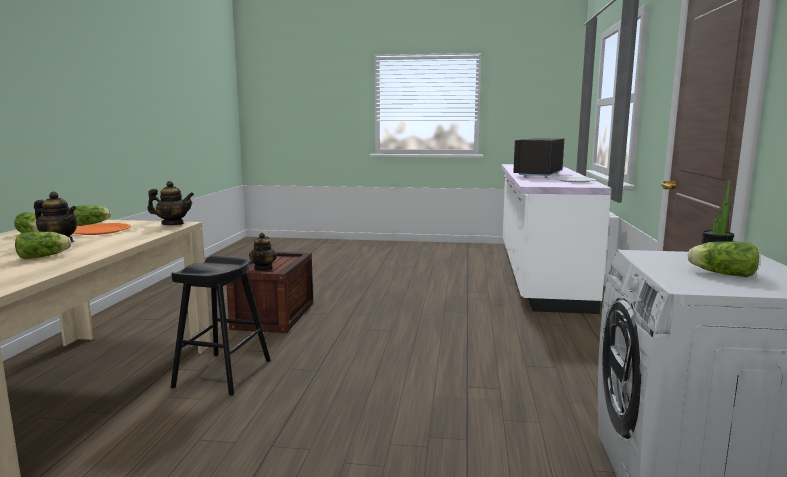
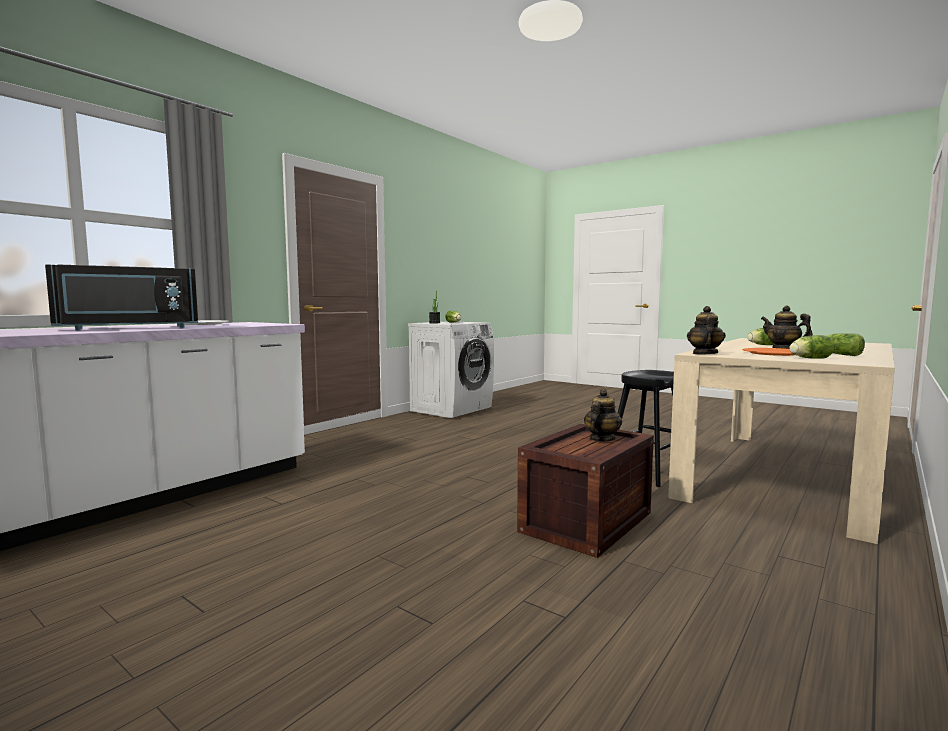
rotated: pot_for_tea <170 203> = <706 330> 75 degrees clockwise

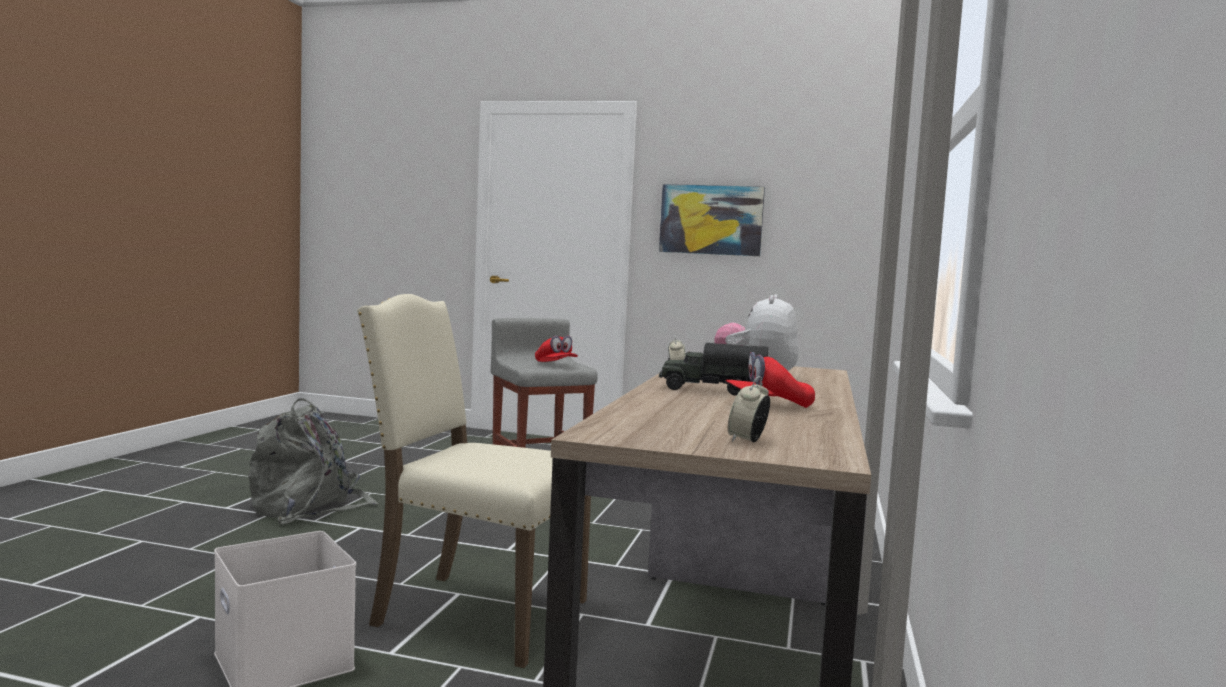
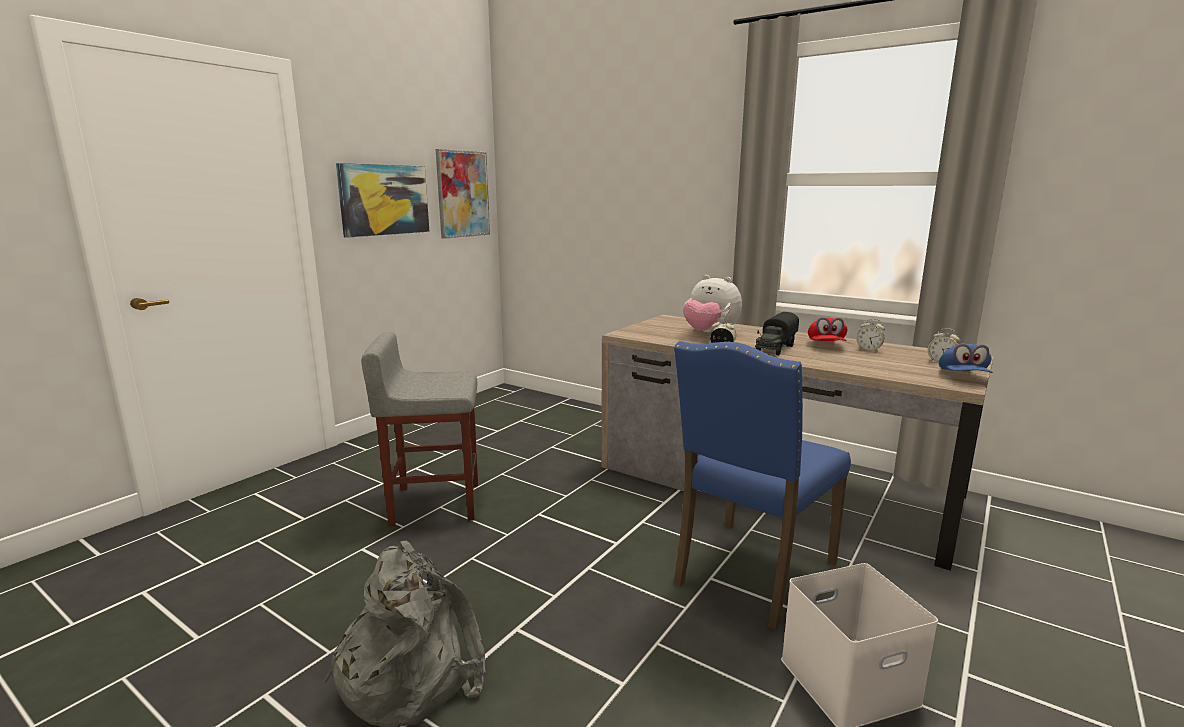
gone: reddish_peaked_cap <556 349>
new: wall_picture <463 194>; bedside_clock <871 335>; blue_peaked_cap <966 358>
repainted: beige-coloured_plain_chair <474 481> to blue_plain_chair <762 485>

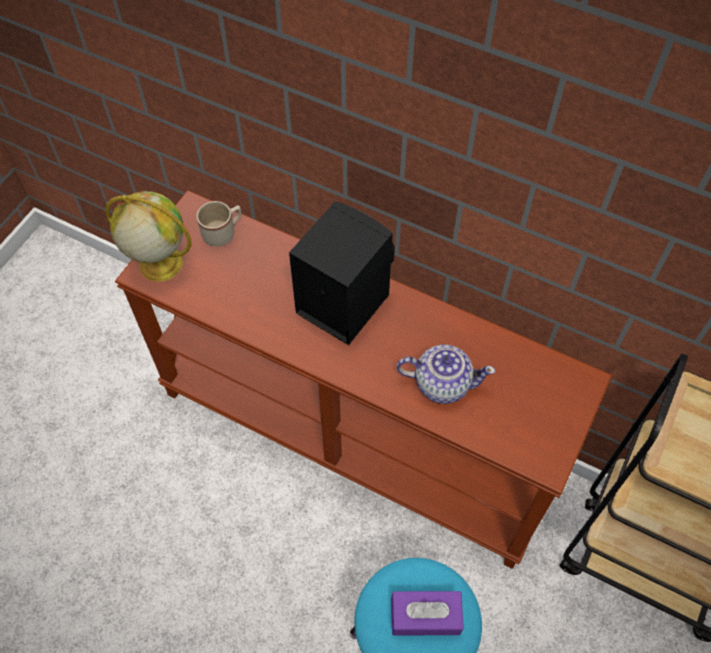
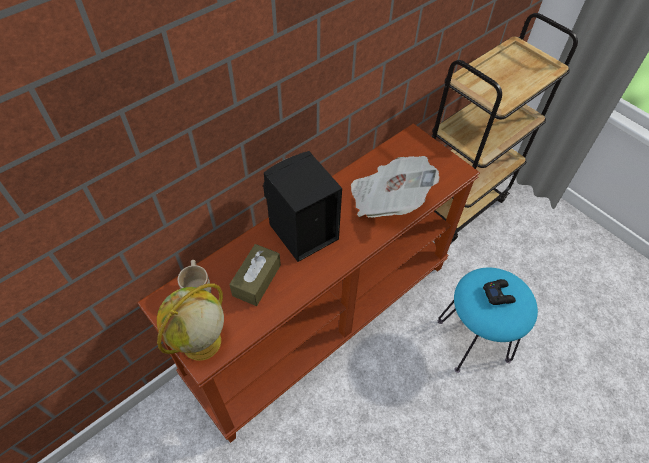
new: brown-coloured_tissue_holder <255 275>
swapped: purple_tissue_holder <427 613> to black-coloured_game_controller <499 292>; pot_for_tea <446 374> to printed_paper <395 186>

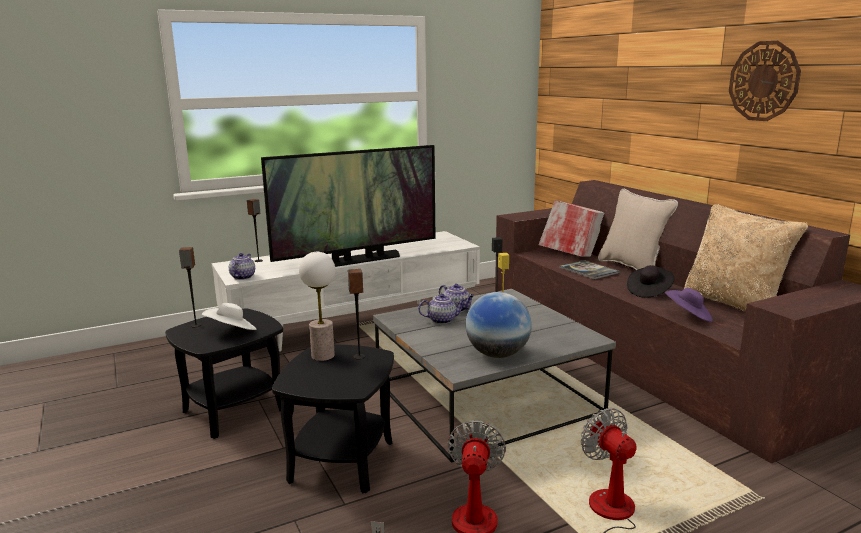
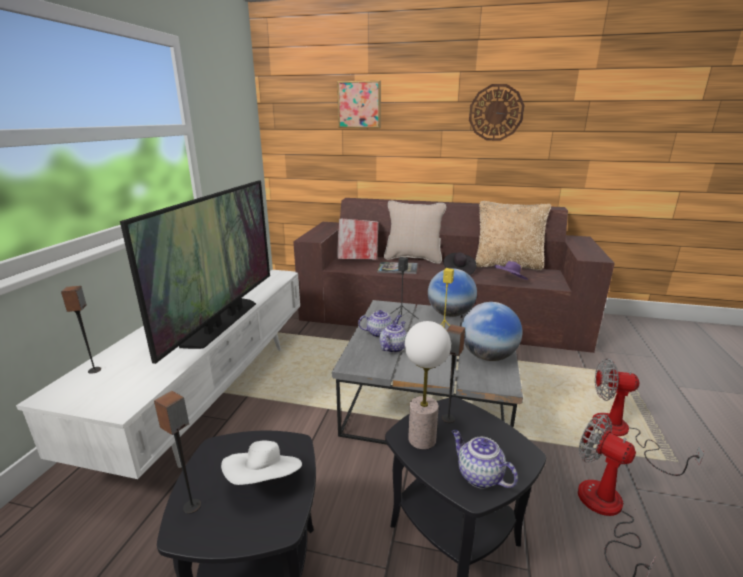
new: wall_picture <359 104>; globe <452 292>
shifted: pot_for_tea <242 266> to <485 459>

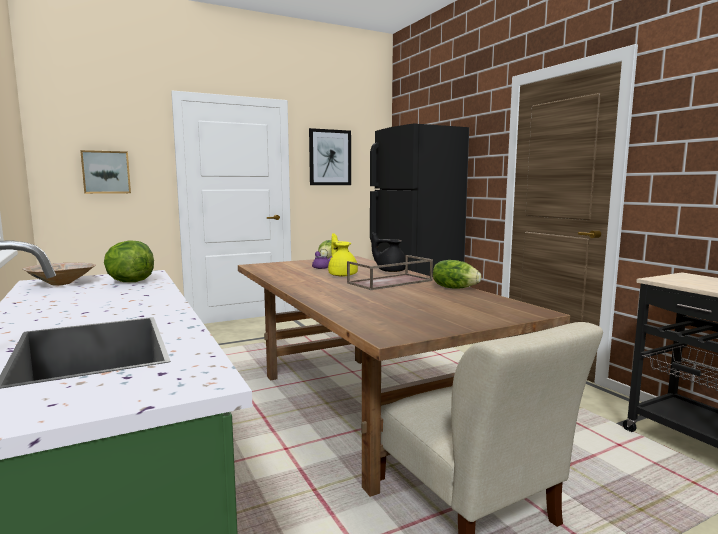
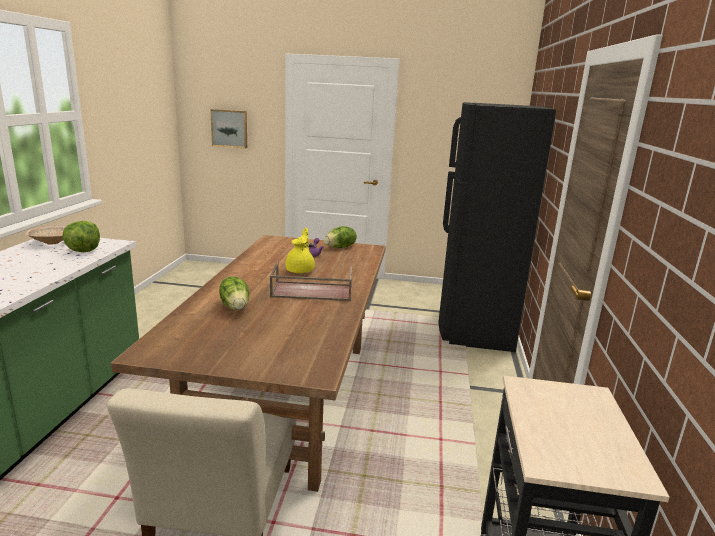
gone: wall_picture <330 156>; black-coloured_pot_for_tea <389 252>
shifted: lettuce_head <457 274> to <234 293>

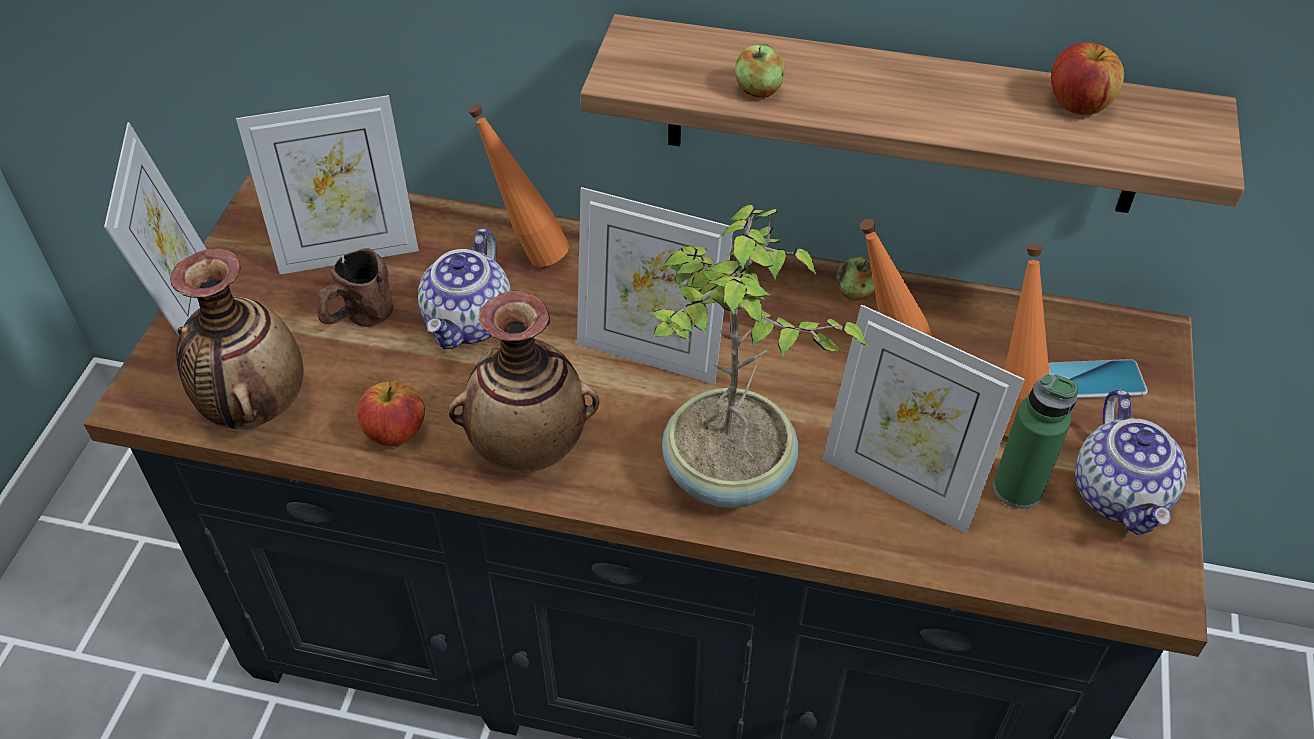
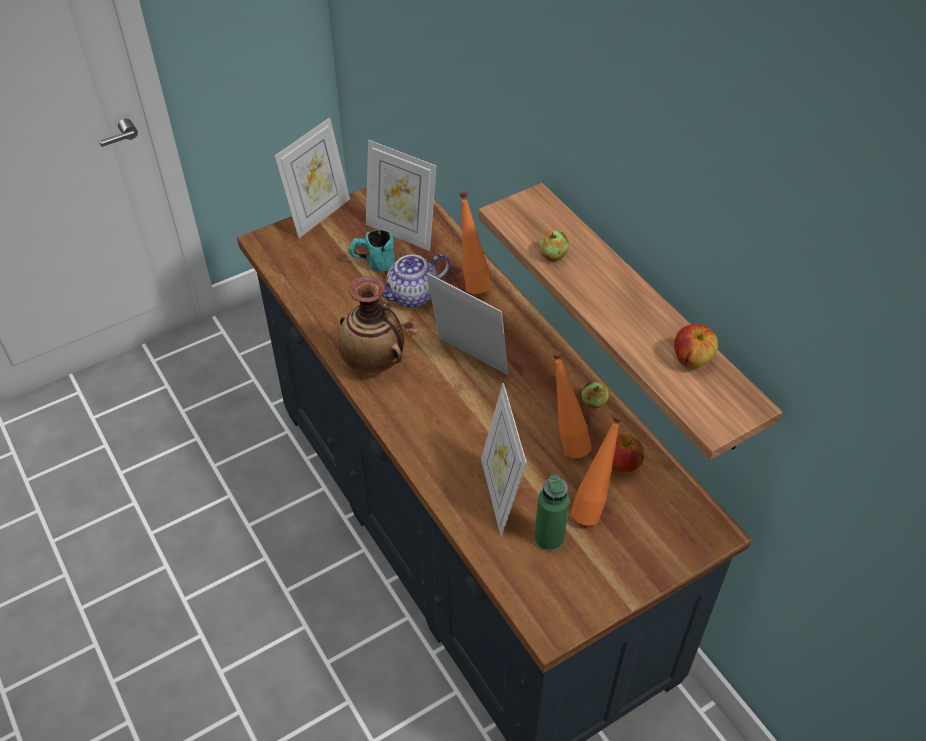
gone: vase <237 338>; potted_plant <760 356>; phone <1098 378>; pot_for_tea <1131 462>
shifted: whole_apple <390 414> to <628 453>
repainted: brown-coloured_mug <355 287> to turquoise-coloured_mug <371 251>
rotated: standing_frame <655 285> = <467 324> 150 degrees clockwise

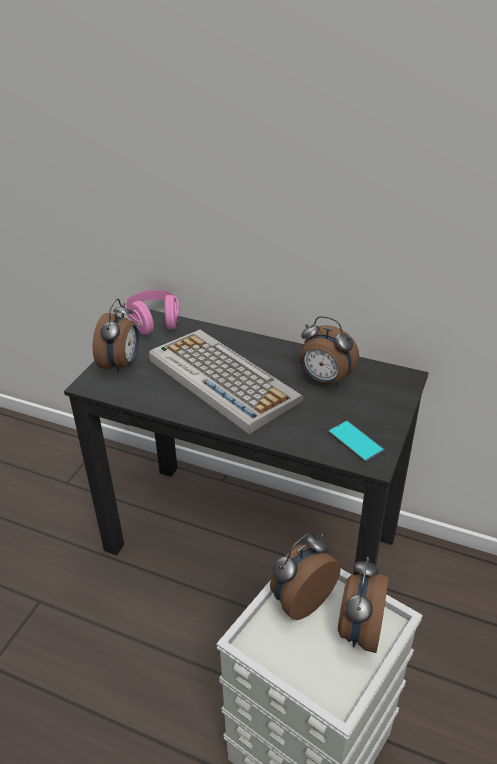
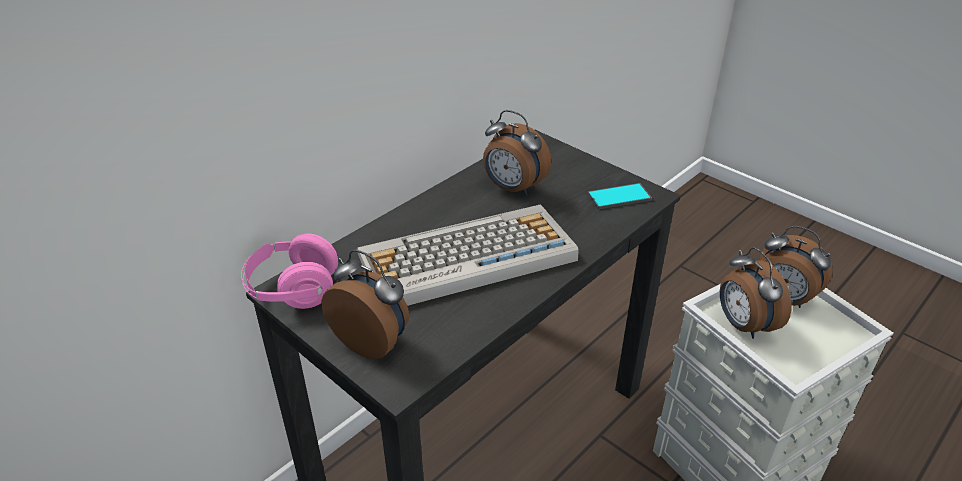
rotated: bedside_clock <329 351> = <517 153> 75 degrees clockwise

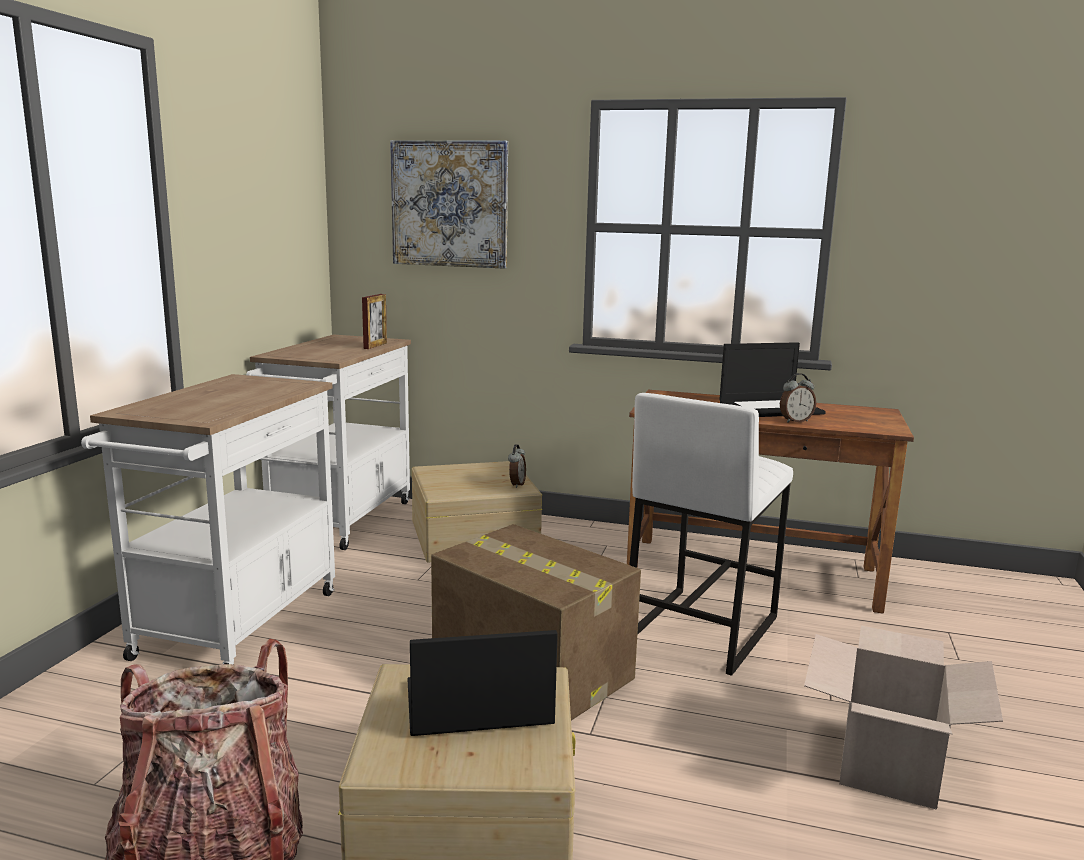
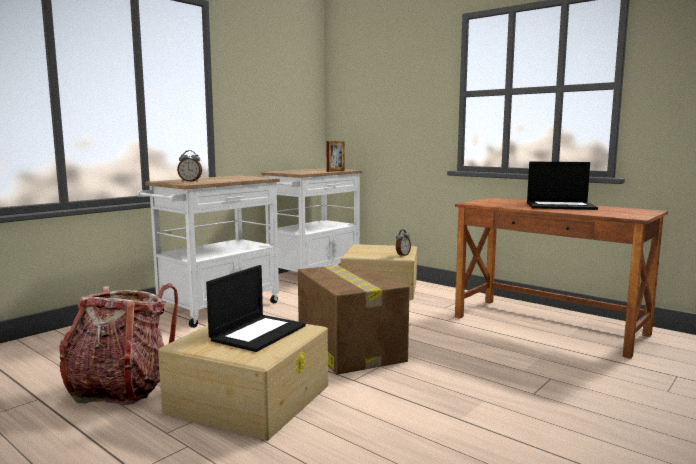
gone: wall_picture <449 204>; white-coloured_sitting_stool <711 534>; packing_box <903 718>
shifted: bedside_clock <798 398> to <189 165>
rotated: laptop <483 683> = <256 308> 105 degrees clockwise

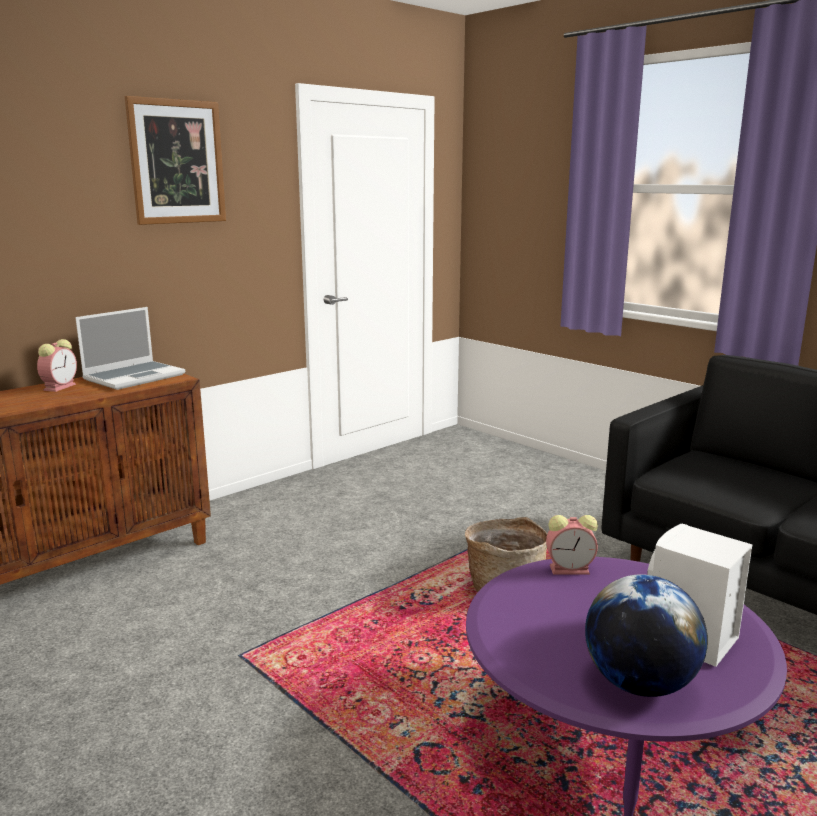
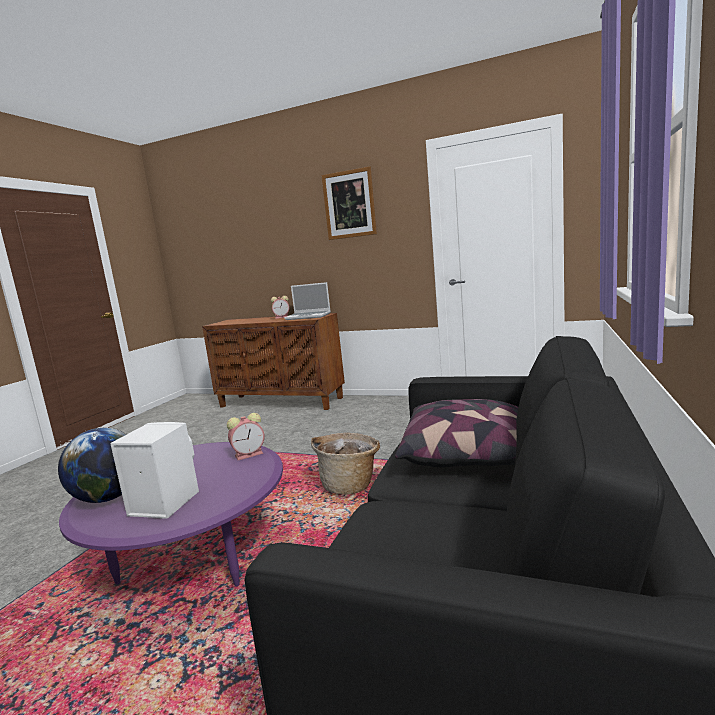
new: throw_pillow <456 433>
rotated: bedside_clock <572 545> = <246 436> 90 degrees counterclockwise

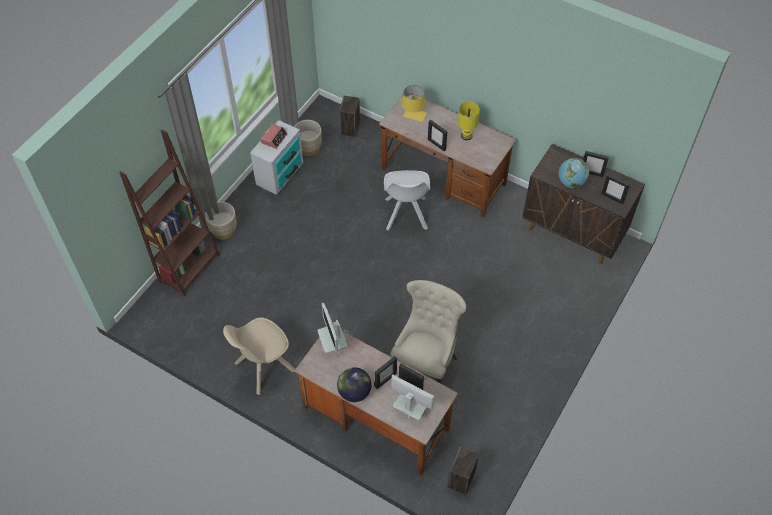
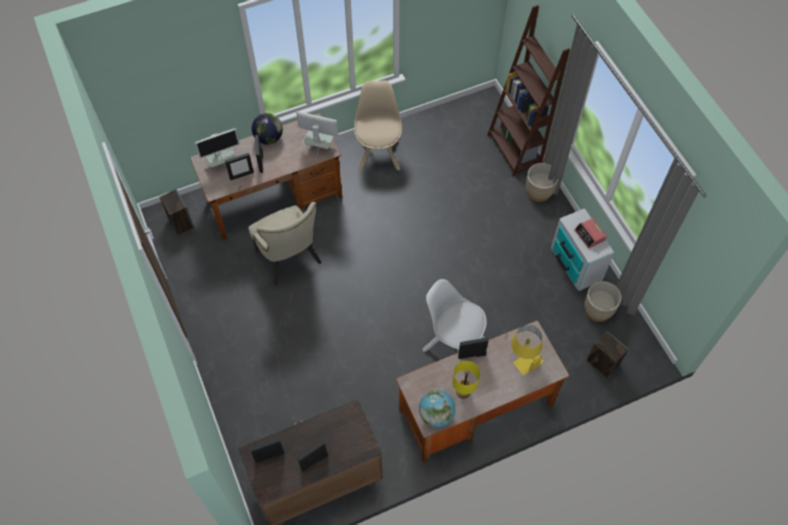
shifted: globe <574 173> to <437 408>

